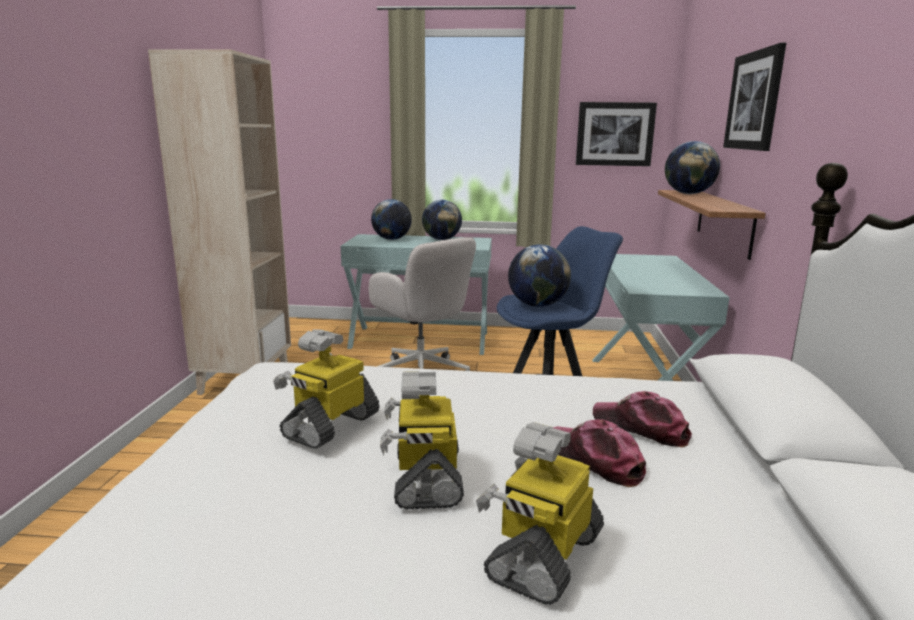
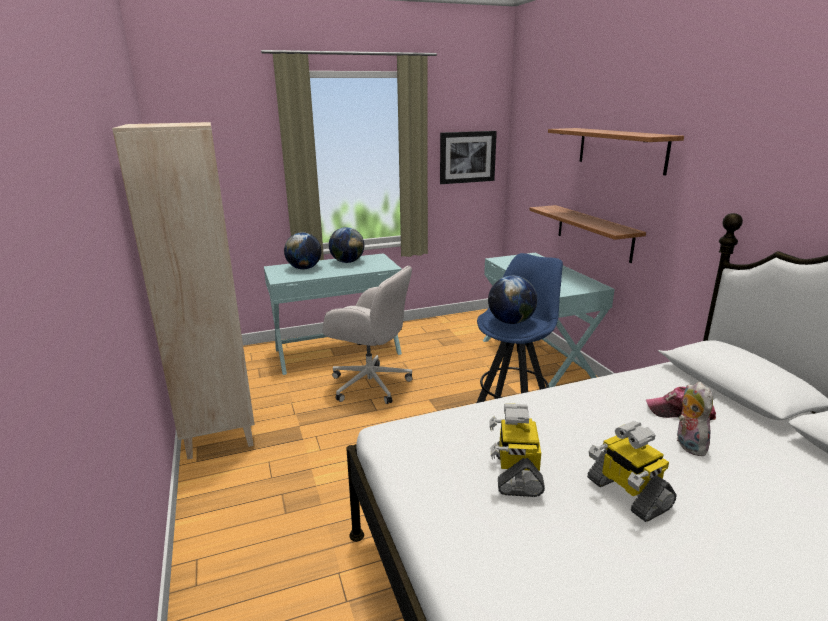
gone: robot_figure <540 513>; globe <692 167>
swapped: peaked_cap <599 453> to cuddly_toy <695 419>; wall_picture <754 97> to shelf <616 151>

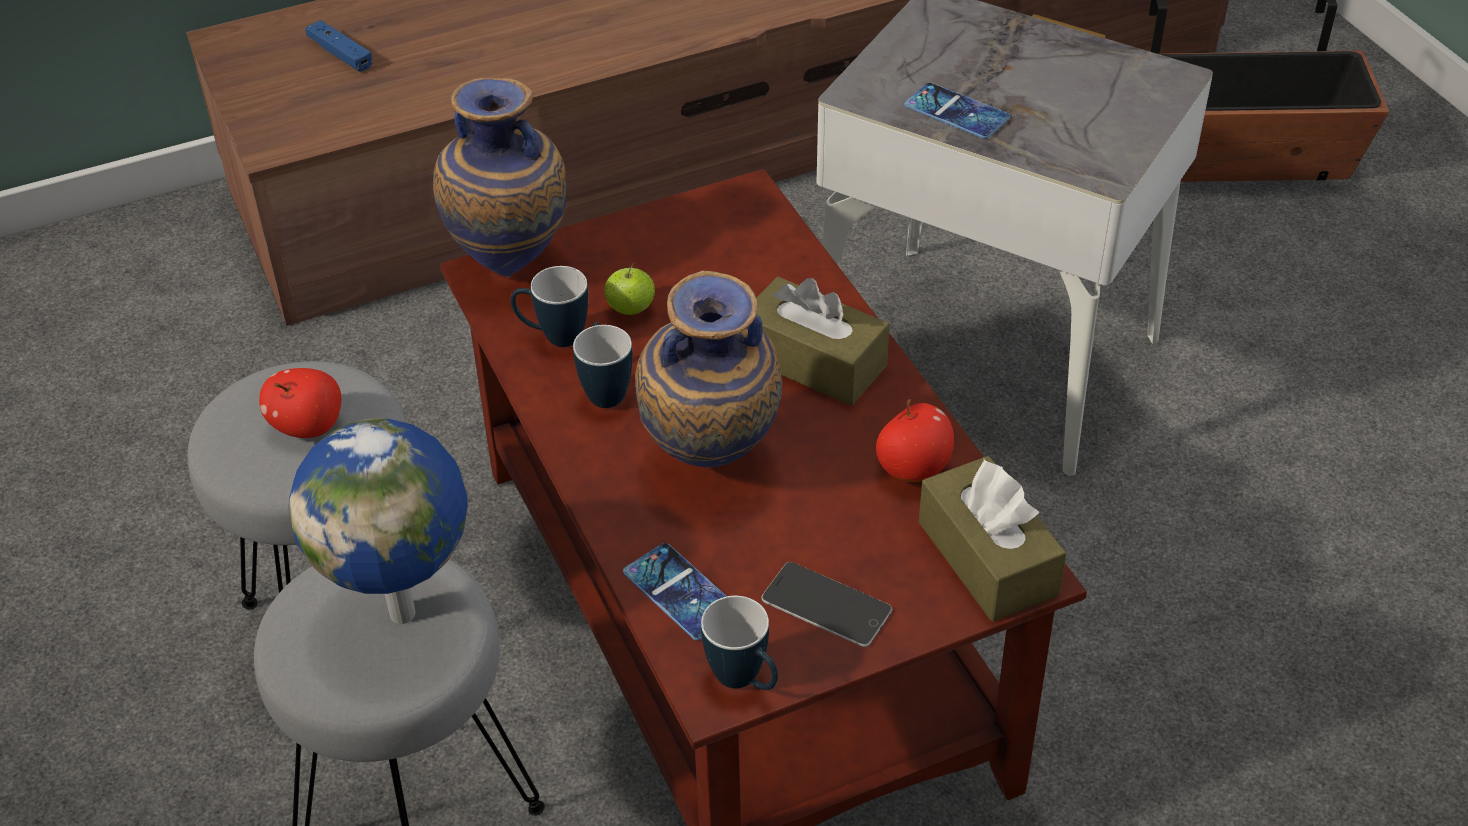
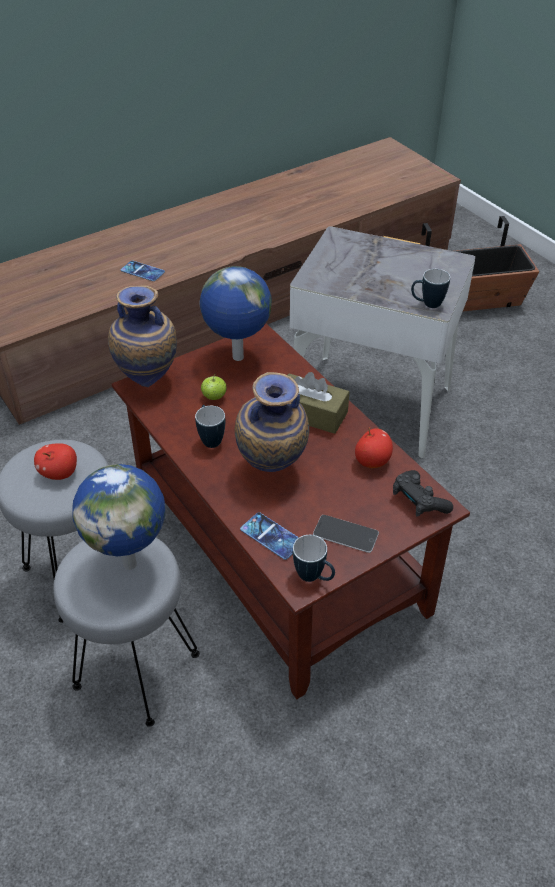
gone: blue_game_controller <339 46>
new: globe <236 313>
shifted: mug <549 306> to <430 288>; phone <957 111> to <143 271>
swapped: brown-coloured_tissue_holder <992 539> to black-coloured_game_controller <423 493>

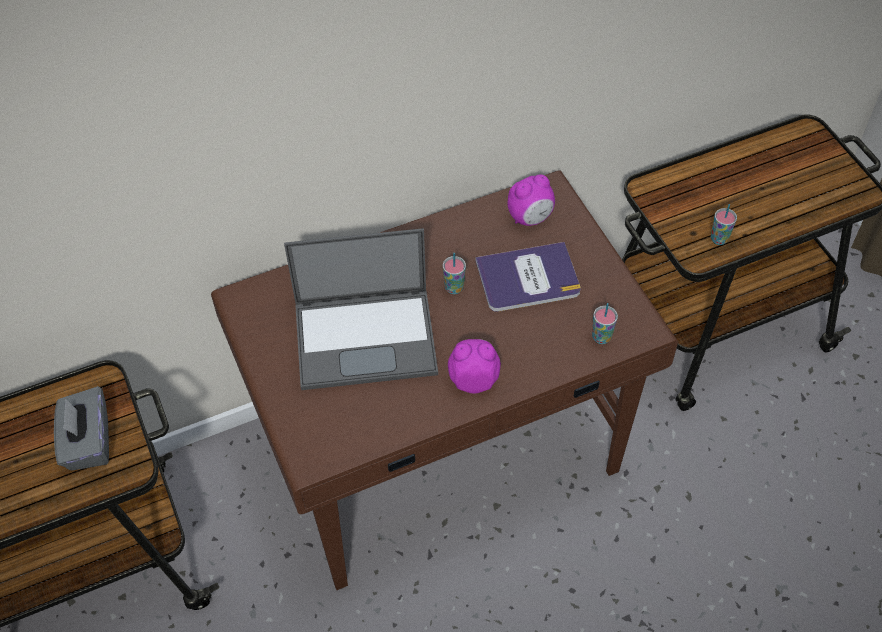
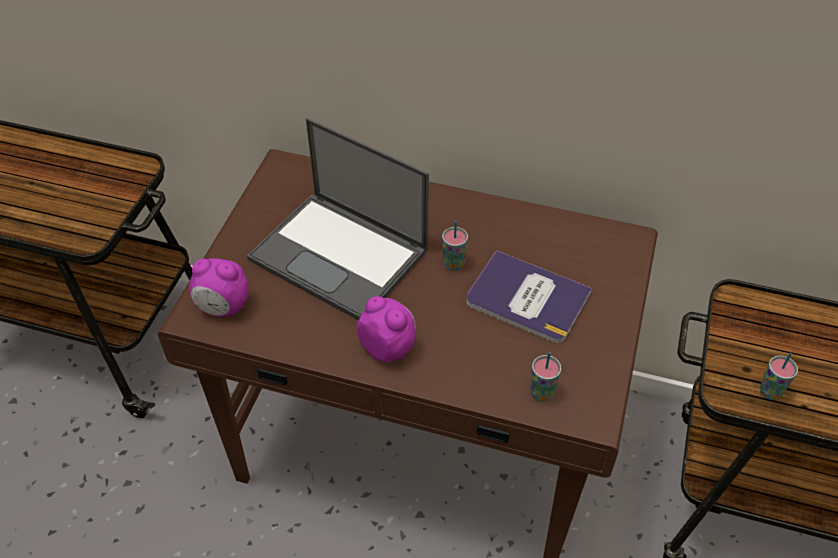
gone: grey_tissue_holder <81 428>
shifted: bedside_clock <531 200> to <218 287>

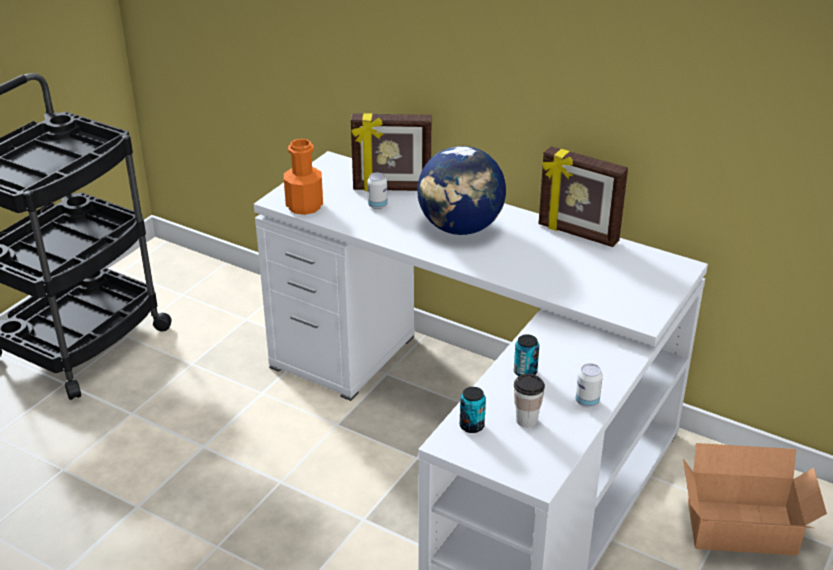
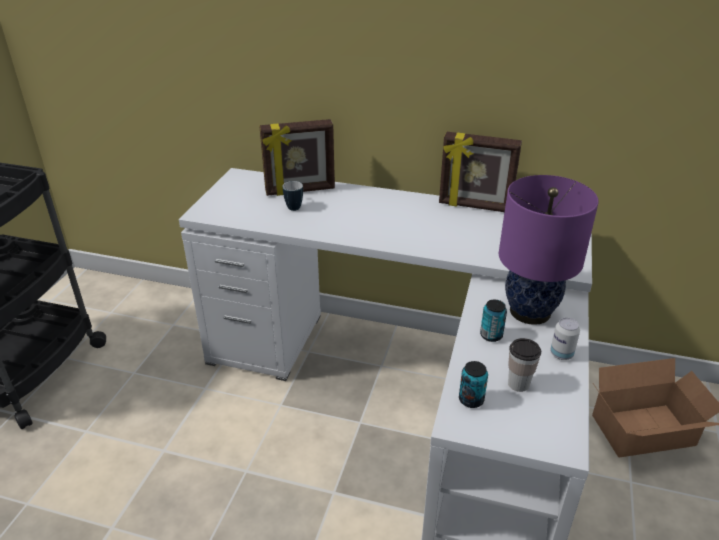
gone: orangey_bottle <303 177>; globe <461 190>
new: purple_lamp_for_a_table <549 250>
swapped: metal_can <377 191> to mug <293 196>

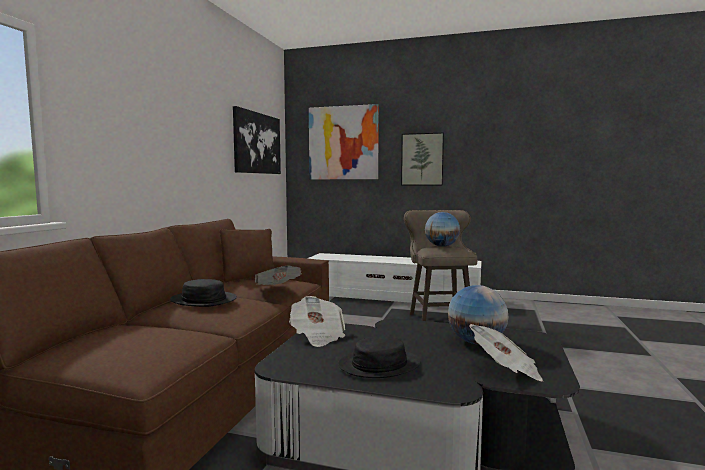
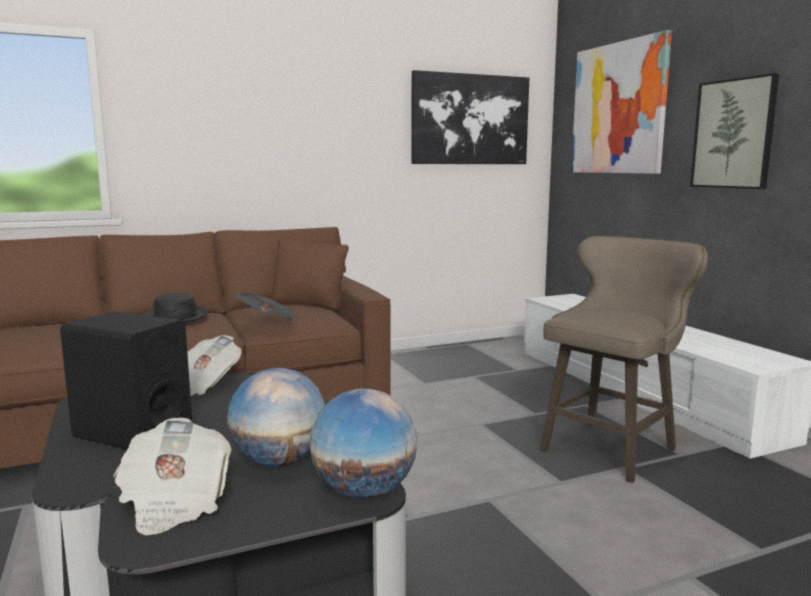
shifted: globe <442 229> to <363 443>
swapped: black-coloured_wearable_hat <379 357> to black-coloured_loudspeaker <126 380>

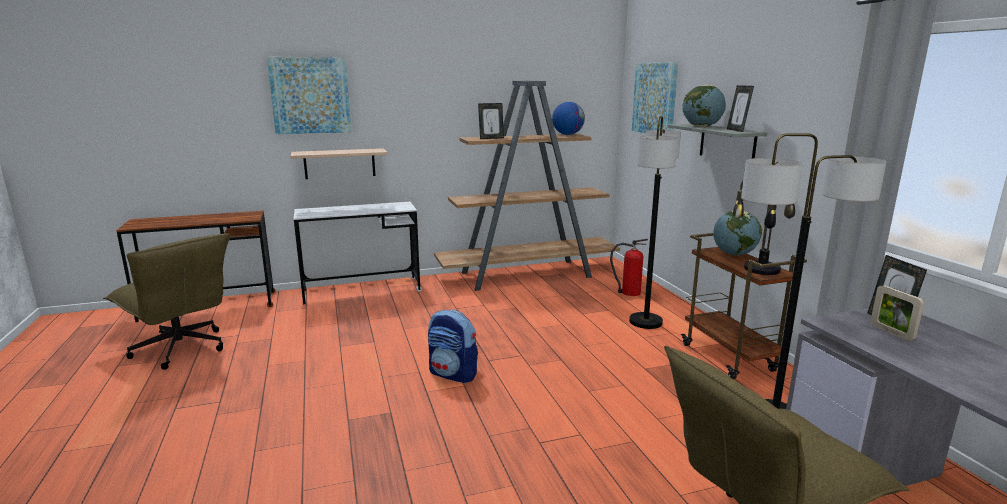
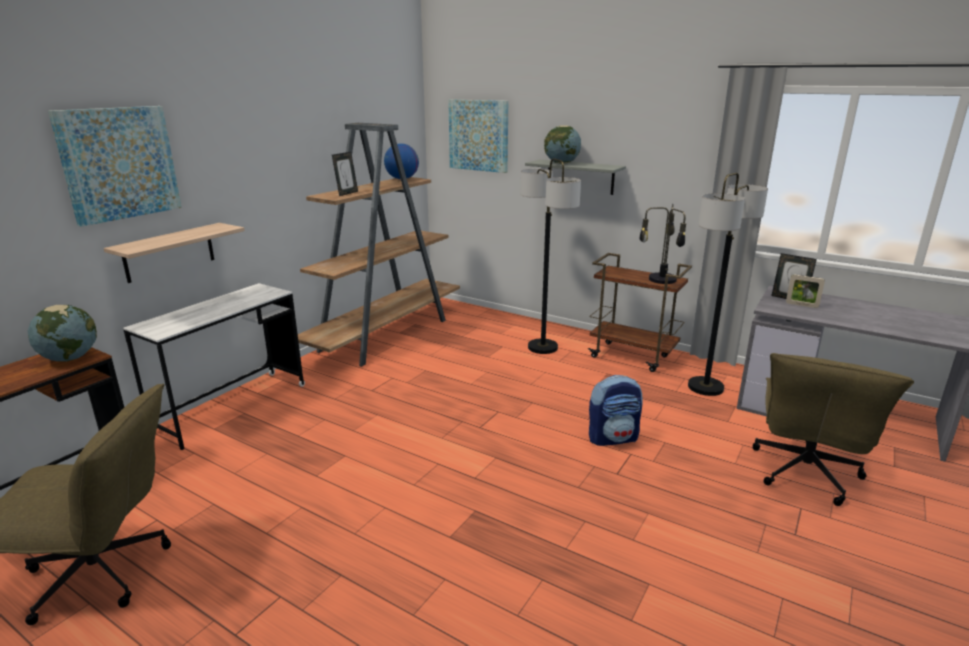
gone: fire-fighting_cylinder <629 267>; standing_frame <740 108>
shifted: knapsack <453 346> to <616 410>; globe <737 233> to <62 333>

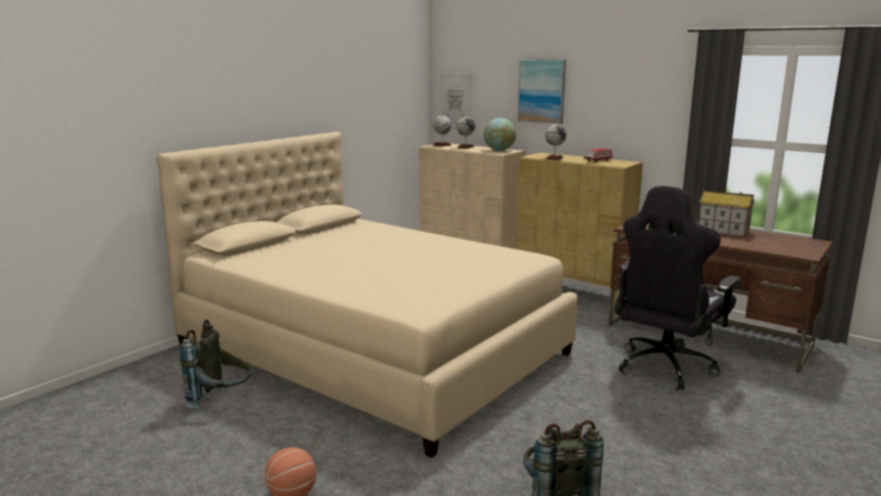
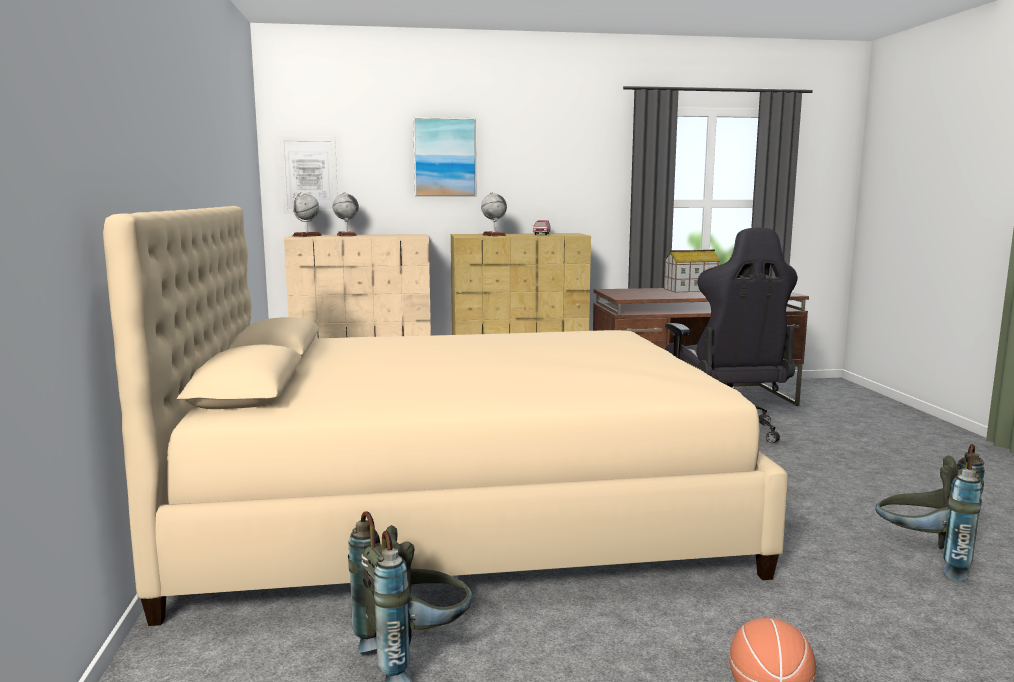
gone: globe <500 134>

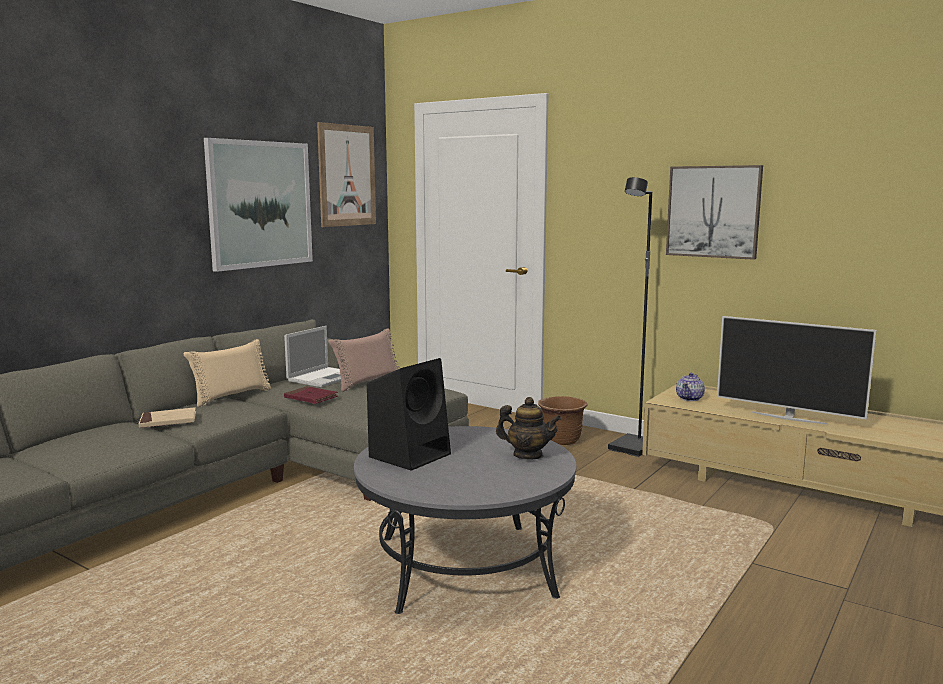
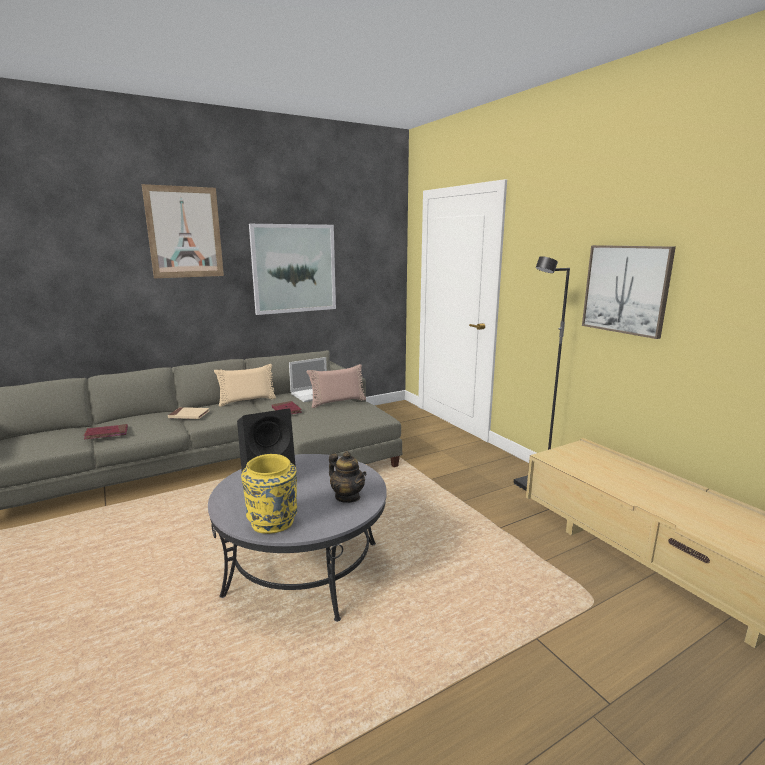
gone: brown-coloured_planter <563 420>; pot_for_tea <690 387>; TV_set <797 370>
new: reddish_volume <106 431>; yellow-coloured_vase <269 494>
shifted: wall_picture <346 174> to <183 231>

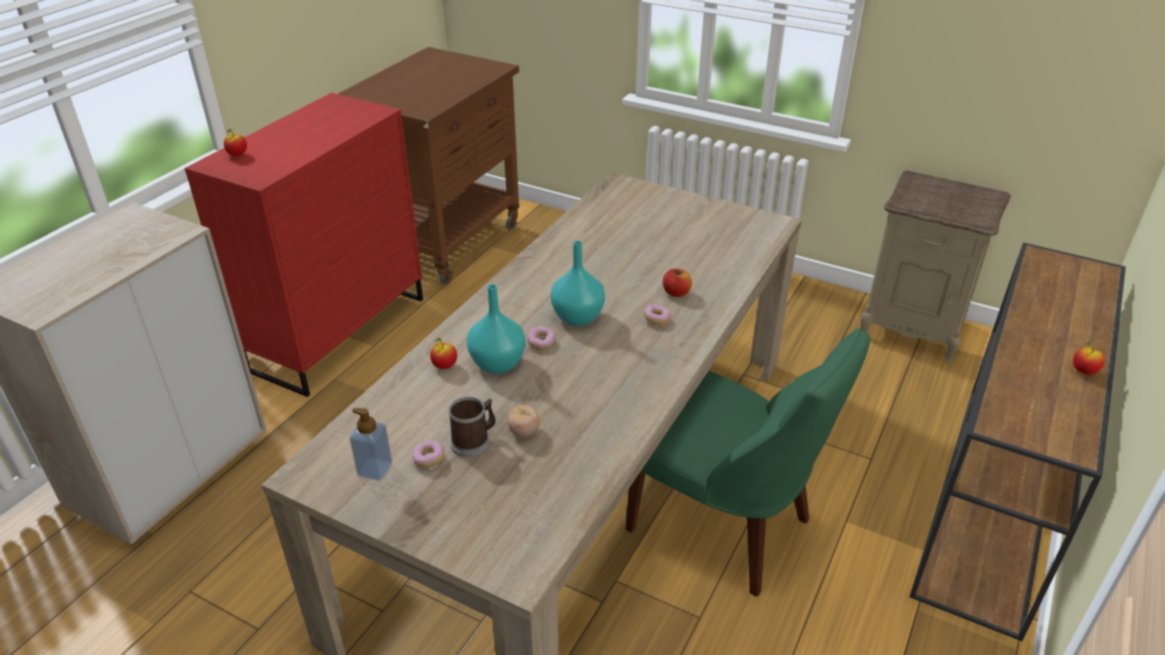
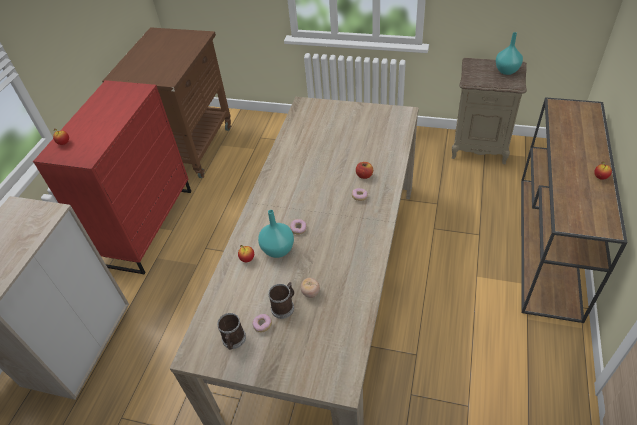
gone: green-coloured_plain_chair <748 462>
shifted: turquoise-coloured_vase <577 283> to <509 53>
swapped: soap_bottle <371 444> to mug <231 331>

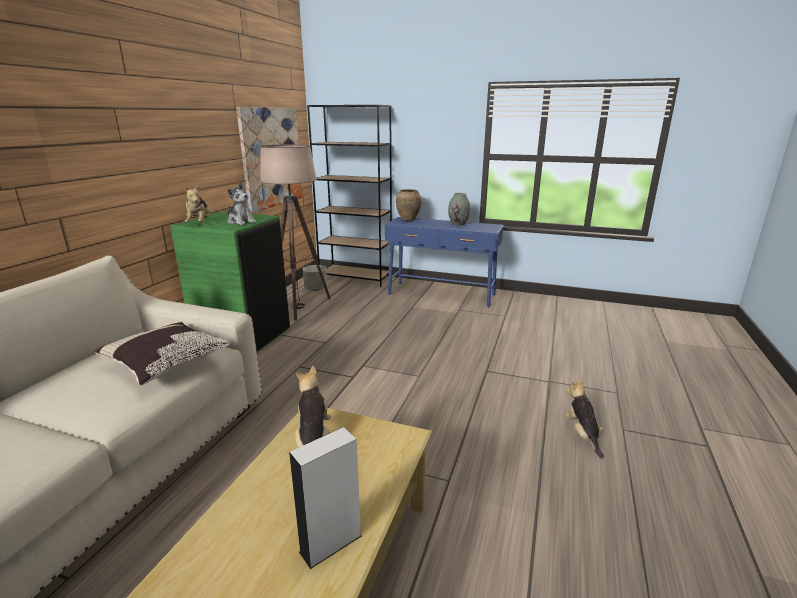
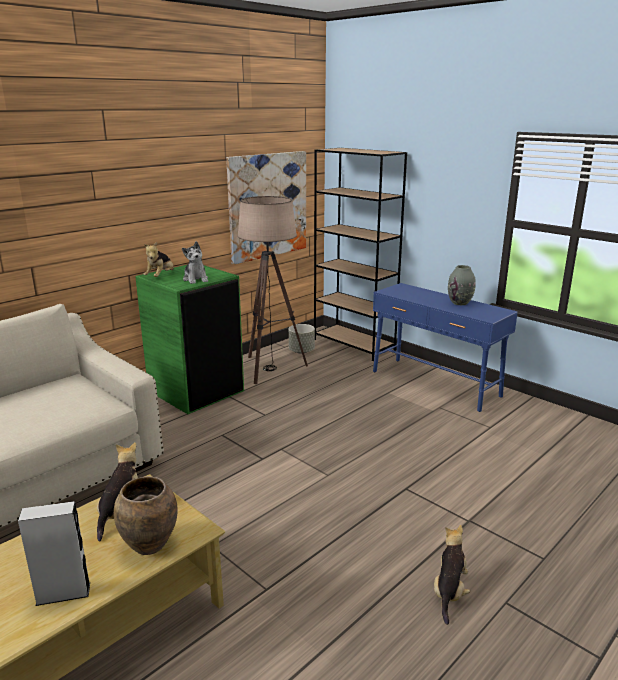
gone: throw_pillow <162 354>
shifted: brown-coloured_vase <409 205> to <145 515>

